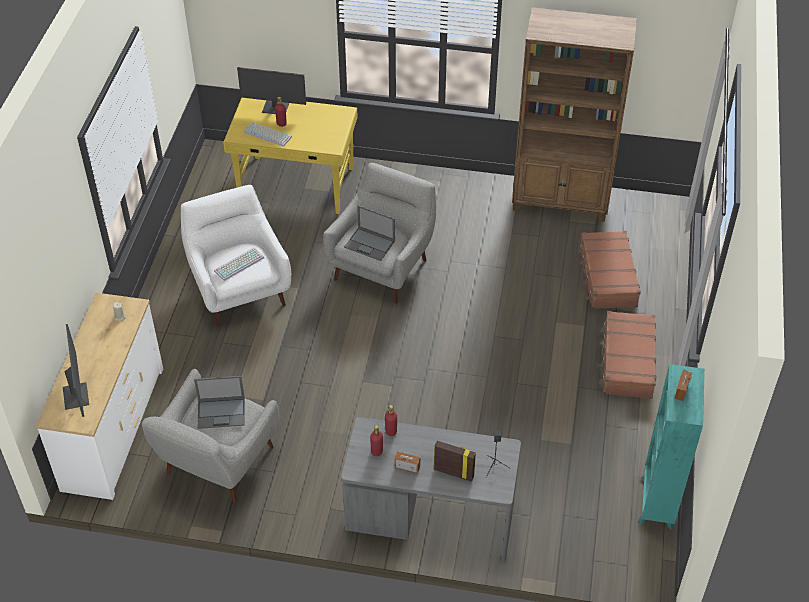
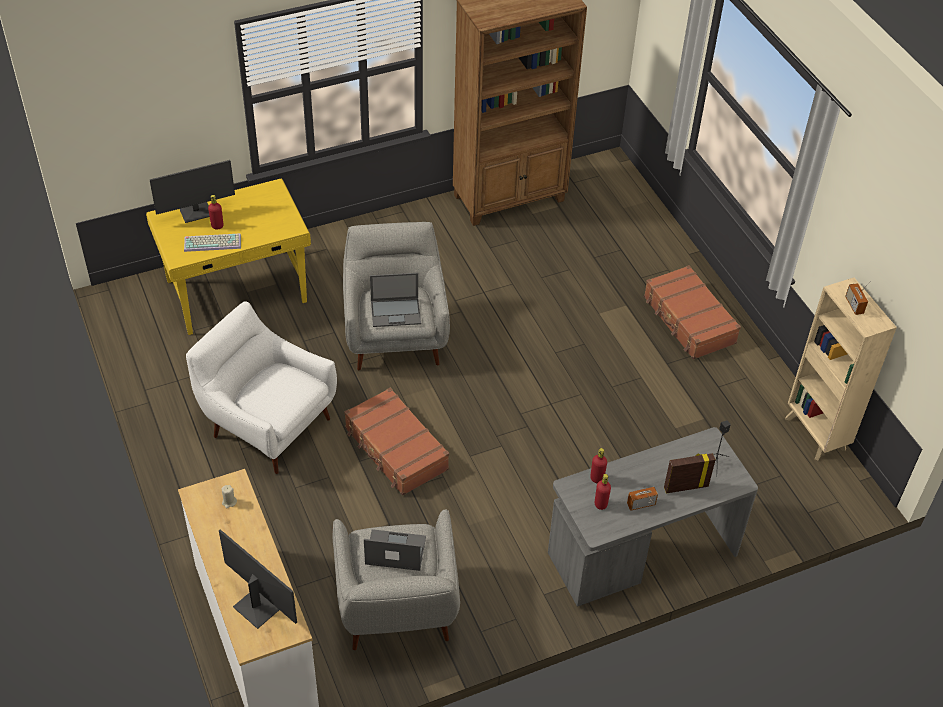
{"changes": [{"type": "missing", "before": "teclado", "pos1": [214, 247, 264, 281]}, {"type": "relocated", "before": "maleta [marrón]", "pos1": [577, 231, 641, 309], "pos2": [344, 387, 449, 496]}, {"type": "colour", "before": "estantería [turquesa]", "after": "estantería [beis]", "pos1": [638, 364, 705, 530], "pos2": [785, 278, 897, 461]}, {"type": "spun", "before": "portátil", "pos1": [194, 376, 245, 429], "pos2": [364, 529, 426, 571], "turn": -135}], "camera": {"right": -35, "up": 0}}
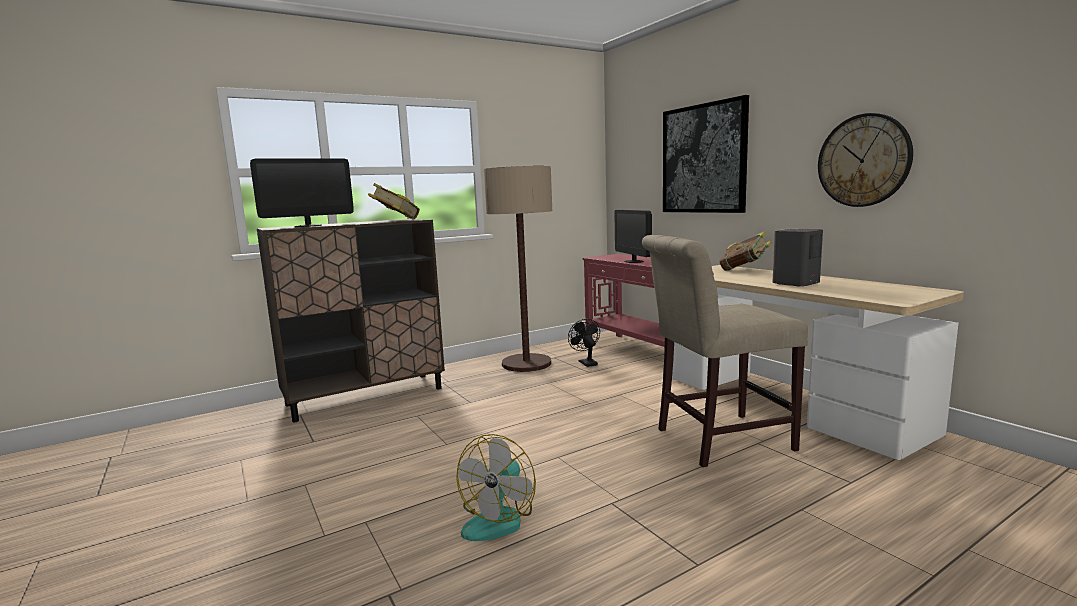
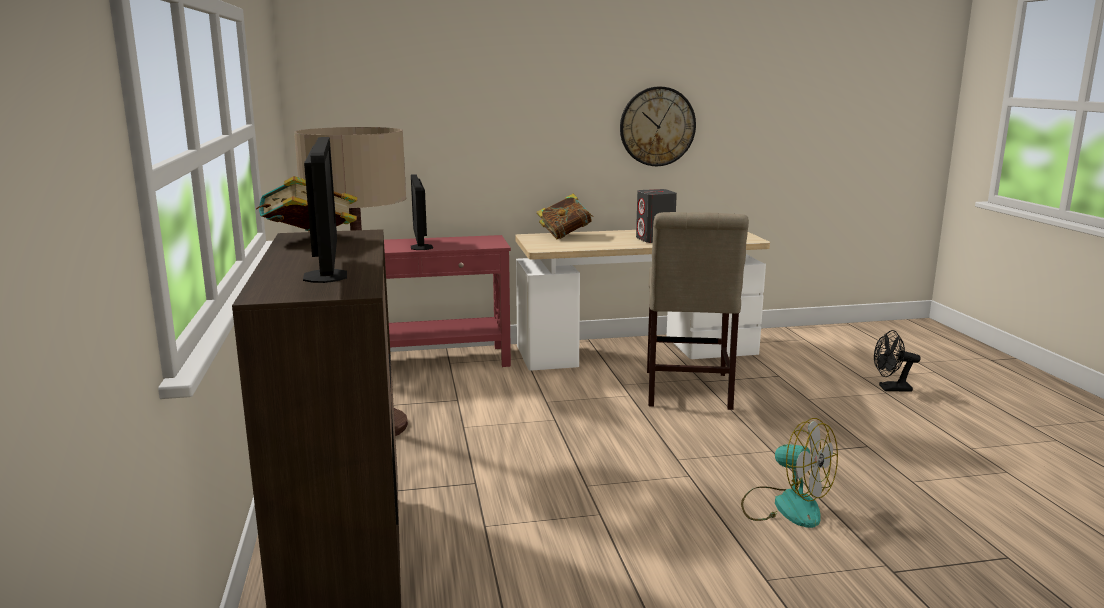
{"changes": [{"type": "missing", "before": "cuadro", "pos1": [663, 95, 749, 213]}, {"type": "relocated", "before": "ventilador [negro]", "pos1": [568, 319, 600, 367], "pos2": [874, 330, 921, 392]}, {"type": "spun", "before": "monitor", "pos1": [614, 210, 652, 263], "pos2": [411, 174, 433, 250], "turn": 75}], "camera": {"right": -70, "up": 5}}
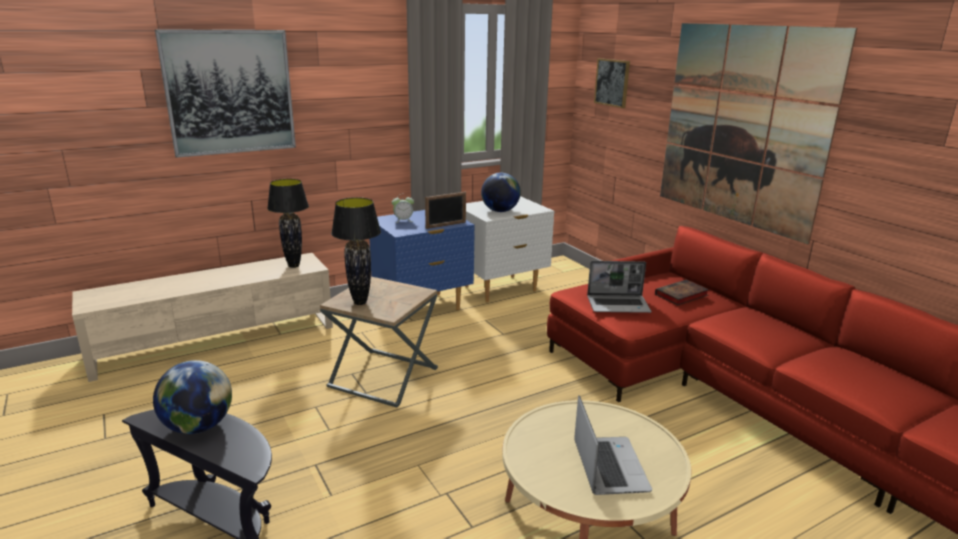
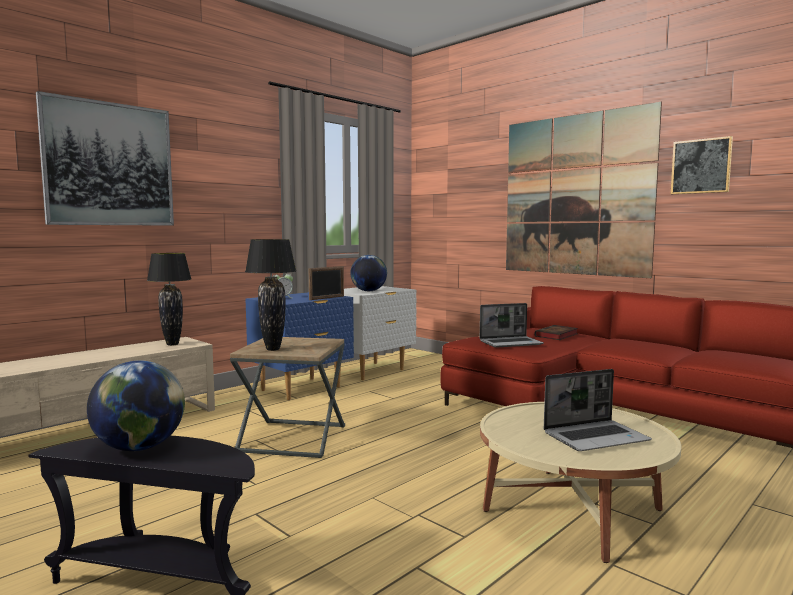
{"changes": [{"type": "relocated", "before": "cuadro", "pos1": [594, 58, 630, 108], "pos2": [671, 136, 733, 194]}, {"type": "spun", "before": "portátil", "pos1": [574, 395, 652, 495], "pos2": [544, 369, 652, 451], "turn": 90}], "camera": {"right": -15, "up": -15}}
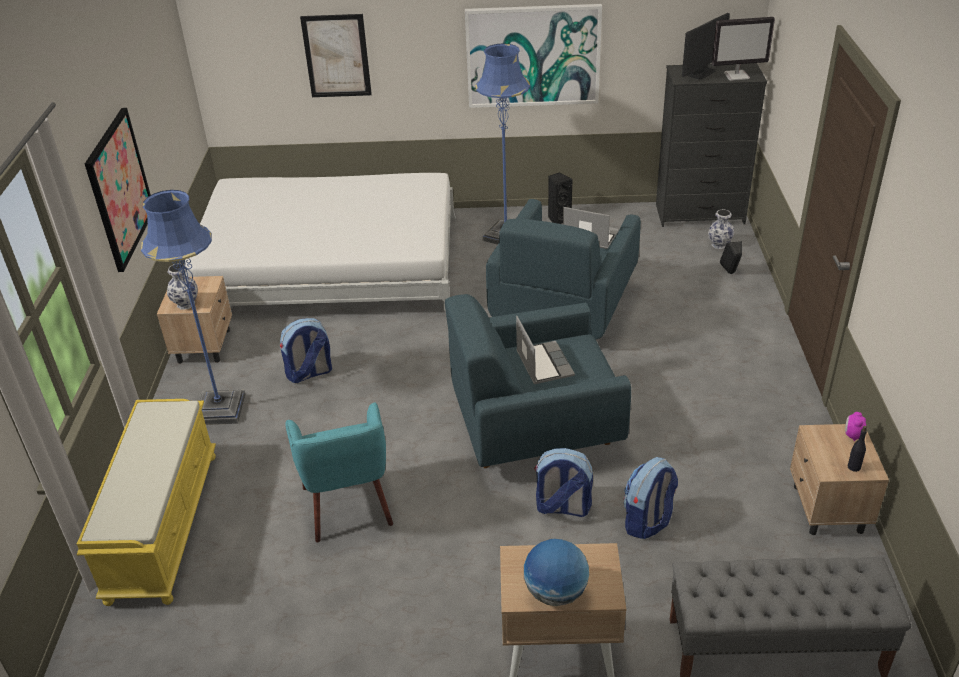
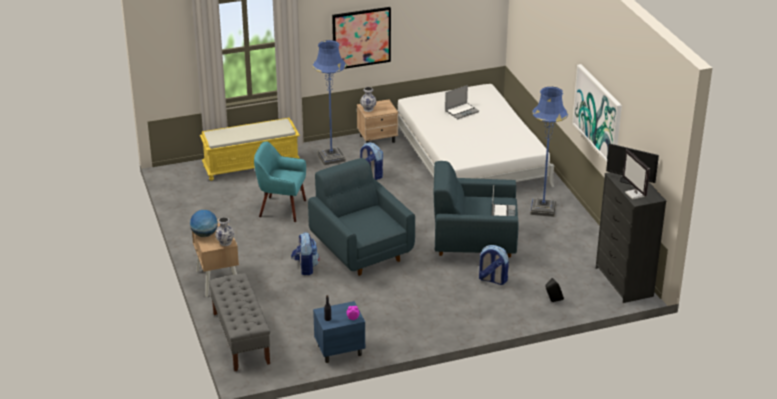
{"changes": [{"type": "missing", "before": "cuadro", "pos1": [300, 14, 372, 97]}, {"type": "missing", "before": "altavoz [negro]", "pos1": [548, 172, 572, 224]}, {"type": "relocated", "before": "portátil", "pos1": [516, 316, 575, 384], "pos2": [445, 85, 479, 119]}, {"type": "relocated", "before": "mochila", "pos1": [624, 457, 678, 539], "pos2": [479, 245, 509, 285]}, {"type": "relocated", "before": "florero", "pos1": [708, 209, 734, 249], "pos2": [215, 217, 234, 246]}, {"type": "colour", "before": "mesita de noche [beis]", "after": "mesita de noche [azul]", "pos1": [790, 424, 889, 535], "pos2": [313, 301, 366, 363]}, {"type": "spun", "before": "sillón [turquesa]", "pos1": [285, 402, 393, 542], "pos2": [254, 141, 306, 222], "turn": 45}], "camera": {"right": 70, "up": -5}}
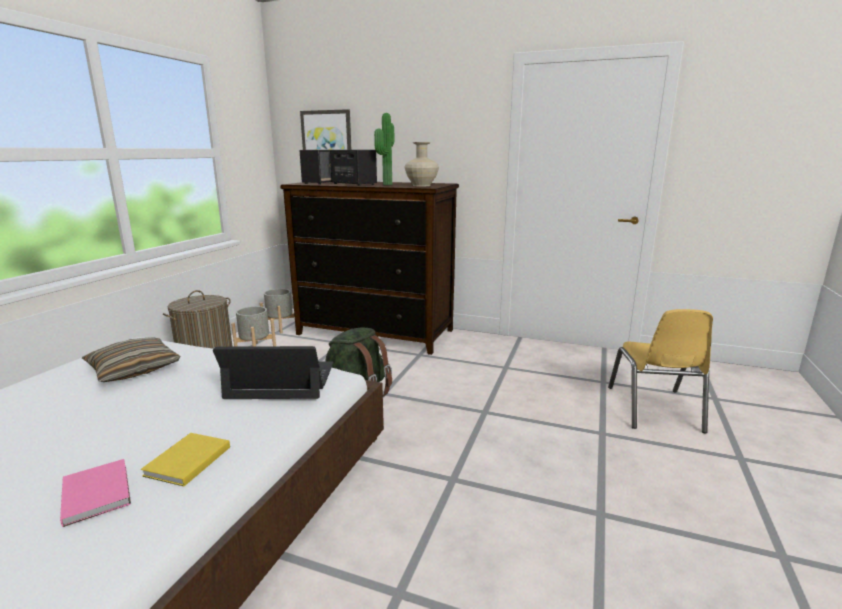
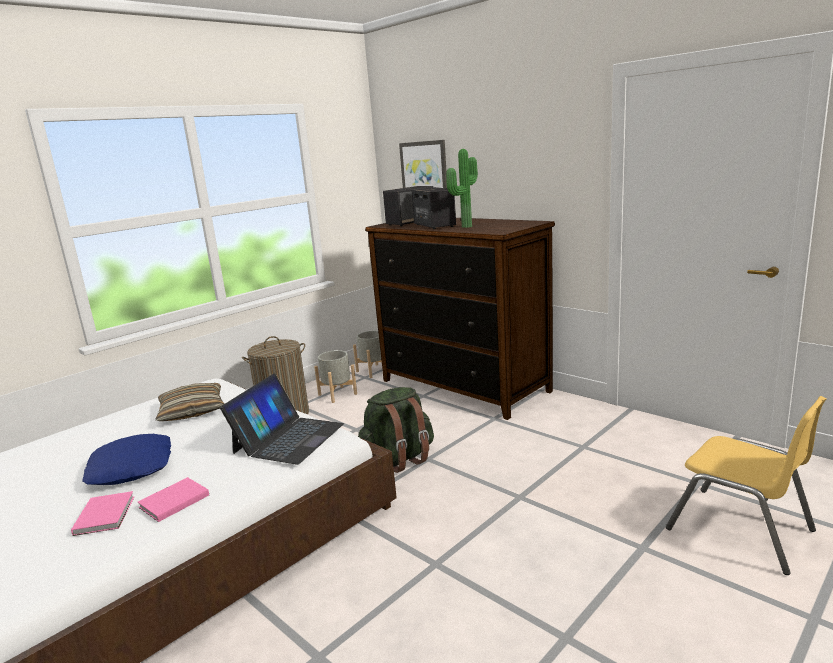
{"changes": [{"type": "missing", "before": "florero [beis]", "pos1": [404, 142, 439, 186]}, {"type": "appeared", "after": "cojín [azul]", "pos2": [82, 434, 171, 485]}, {"type": "colour", "before": "libro [amarillo]", "after": "libro [rosa]", "pos1": [141, 433, 230, 486], "pos2": [138, 477, 209, 522]}, {"type": "spun", "before": "portátil", "pos1": [213, 346, 333, 399], "pos2": [220, 373, 344, 465], "turn": 90}, {"type": "spun", "before": "silla [amarillo]", "pos1": [608, 309, 713, 434], "pos2": [666, 396, 826, 575], "turn": -75}], "camera": {"right": 25, "up": 0}}
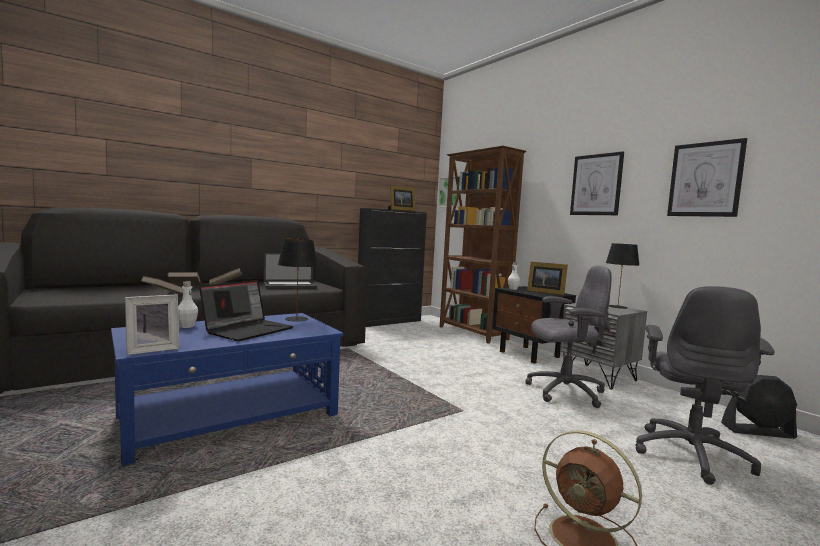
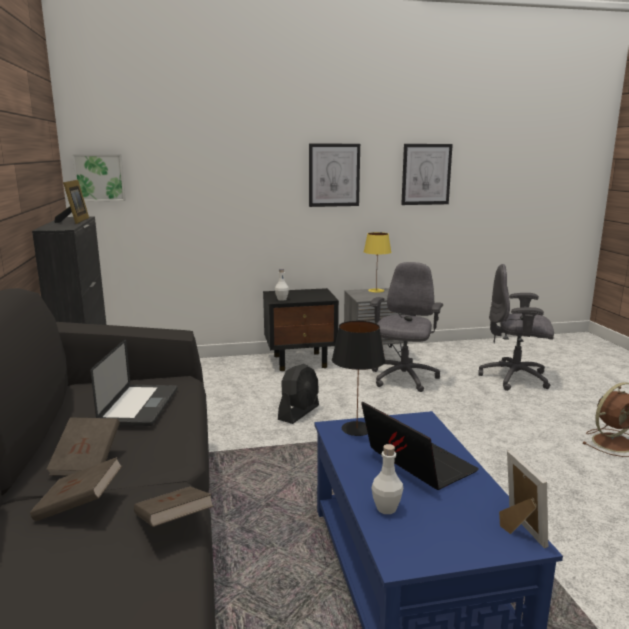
{"changes": [{"type": "missing", "before": "estantería [marrón]", "pos1": [440, 146, 526, 344]}, {"type": "missing", "before": "portarretratos", "pos1": [527, 262, 568, 295]}, {"type": "relocated", "before": "ventilador [negro]", "pos1": [721, 375, 797, 439], "pos2": [278, 364, 319, 424]}, {"type": "colour", "before": "lámpara de mesa [negro]", "after": "lámpara de mesa [amarillo]", "pos1": [606, 243, 639, 309], "pos2": [363, 232, 391, 293]}, {"type": "spun", "before": "silla de oficina [gris]", "pos1": [635, 286, 775, 485], "pos2": [478, 264, 554, 391], "turn": 150}], "camera": {"right": -65, "up": 10}}
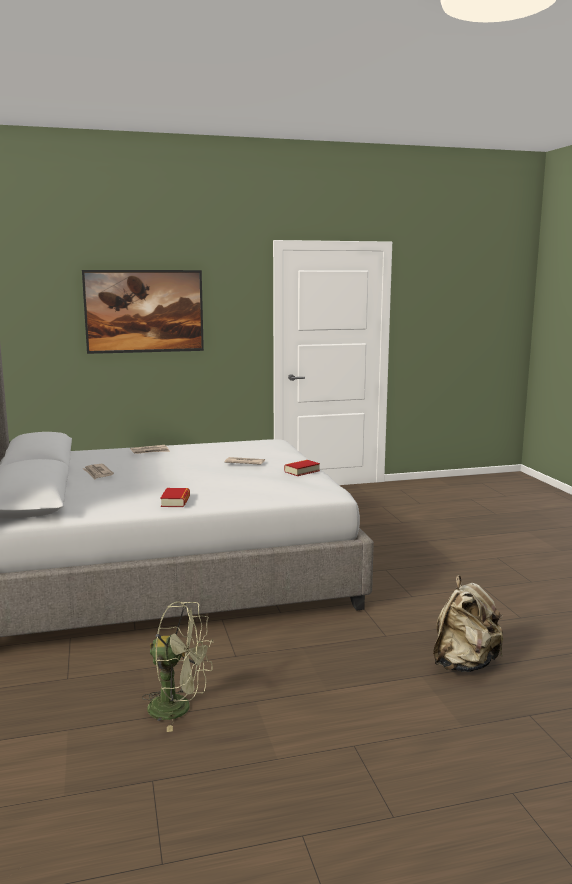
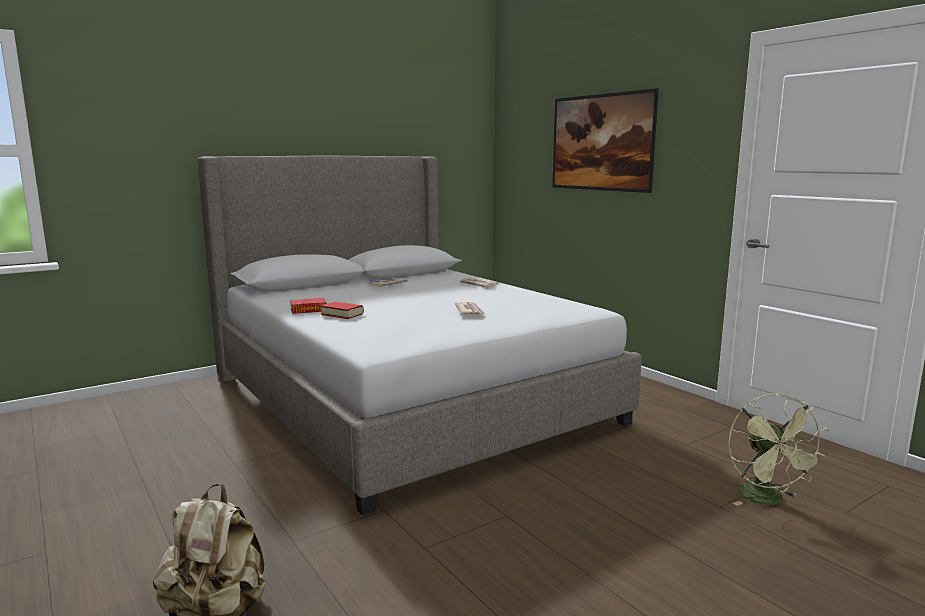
{"changes": [{"type": "relocated", "before": "ventilador [verde]", "pos1": [142, 602, 213, 732], "pos2": [728, 393, 828, 506]}, {"type": "relocated", "before": "libro", "pos1": [284, 460, 320, 476], "pos2": [321, 301, 364, 319]}], "camera": {"right": 70, "up": 0}}
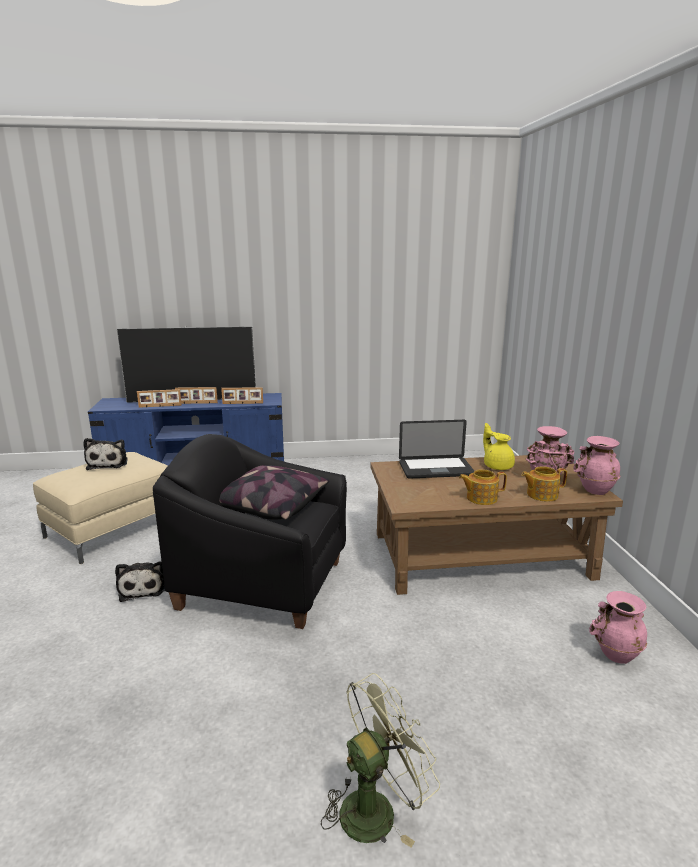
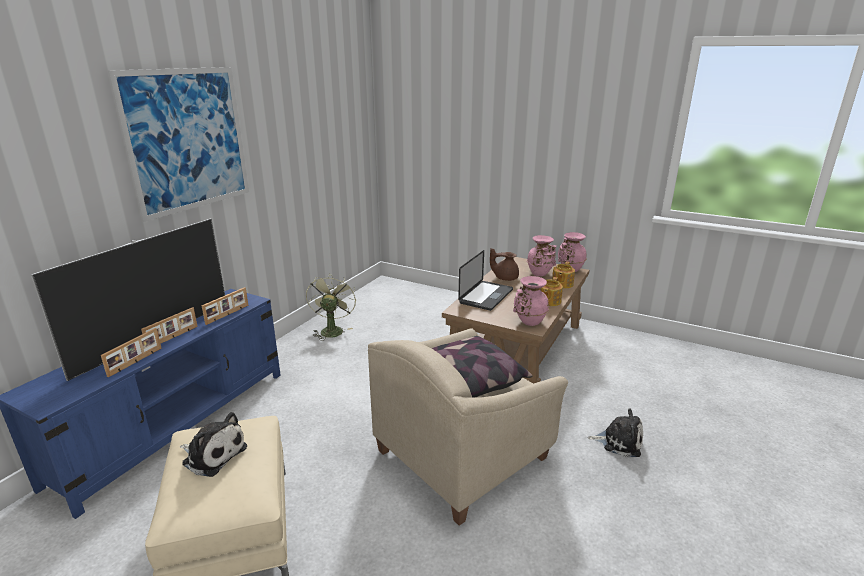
{"changes": [{"type": "appeared", "after": "cuadro", "pos2": [107, 67, 249, 222]}, {"type": "relocated", "before": "peluche", "pos1": [115, 561, 165, 602], "pos2": [588, 408, 643, 457]}, {"type": "relocated", "before": "ventilador [verde]", "pos1": [321, 673, 440, 848], "pos2": [306, 273, 356, 341]}, {"type": "relocated", "before": "florero [rosa]", "pos1": [589, 591, 647, 664], "pos2": [513, 276, 549, 326]}, {"type": "colour", "before": "sillón [negro]", "after": "sillón [beis]", "pos1": [153, 434, 347, 629], "pos2": [368, 329, 568, 526]}, {"type": "colour", "before": "tetera [amarillo]", "after": "tetera [marrón]", "pos1": [483, 423, 515, 470], "pos2": [490, 248, 519, 281]}], "camera": {"right": -55, "up": 5}}
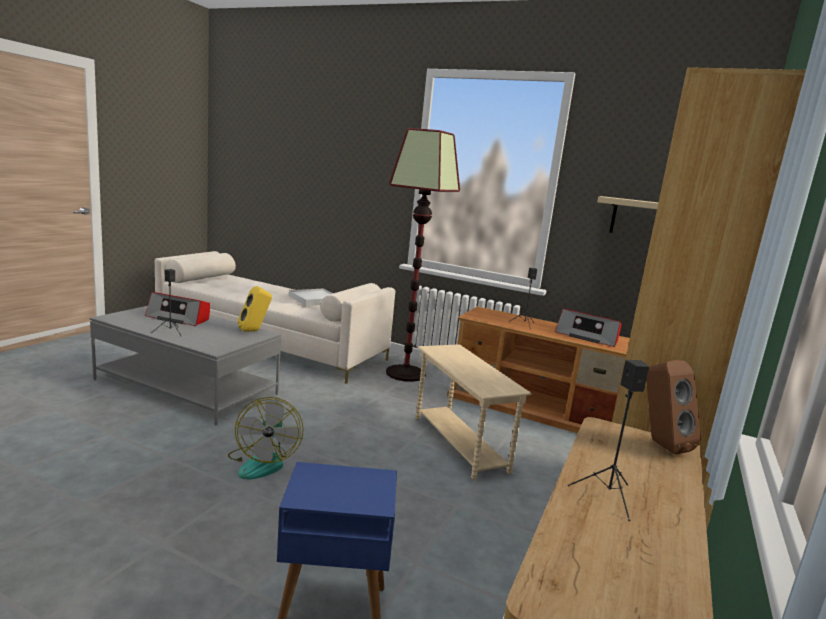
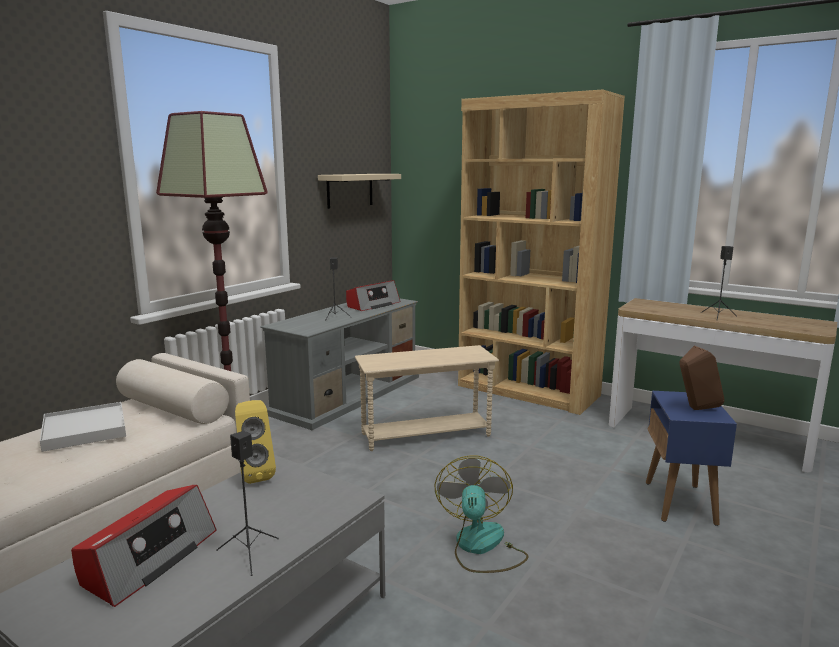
{"changes": [{"type": "relocated", "before": "altavoz [marrón]", "pos1": [646, 360, 701, 455], "pos2": [679, 346, 725, 410]}, {"type": "colour", "before": "mueble de televisión [marrón]", "after": "mueble de televisión [gris]", "pos1": [447, 306, 630, 433], "pos2": [260, 299, 419, 430]}, {"type": "spun", "before": "ventilador", "pos1": [228, 397, 304, 479], "pos2": [435, 456, 529, 573], "turn": -90}], "camera": {"right": -80, "up": 0}}
